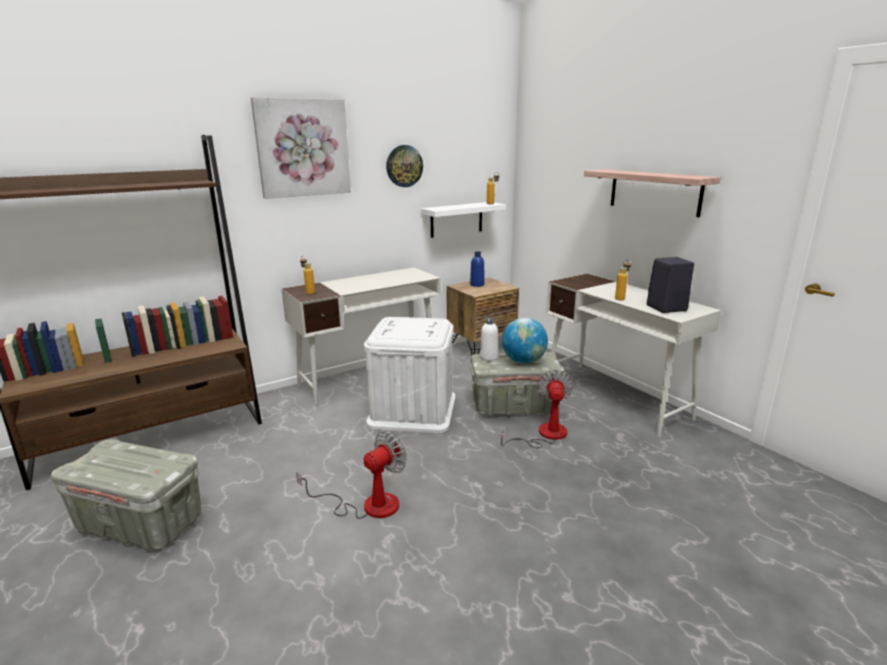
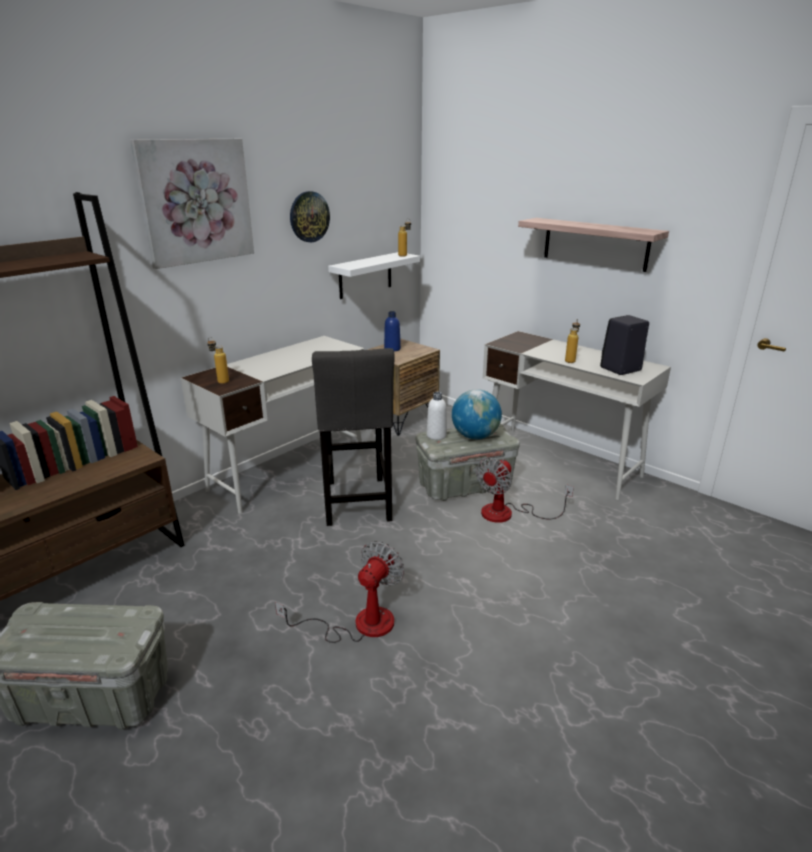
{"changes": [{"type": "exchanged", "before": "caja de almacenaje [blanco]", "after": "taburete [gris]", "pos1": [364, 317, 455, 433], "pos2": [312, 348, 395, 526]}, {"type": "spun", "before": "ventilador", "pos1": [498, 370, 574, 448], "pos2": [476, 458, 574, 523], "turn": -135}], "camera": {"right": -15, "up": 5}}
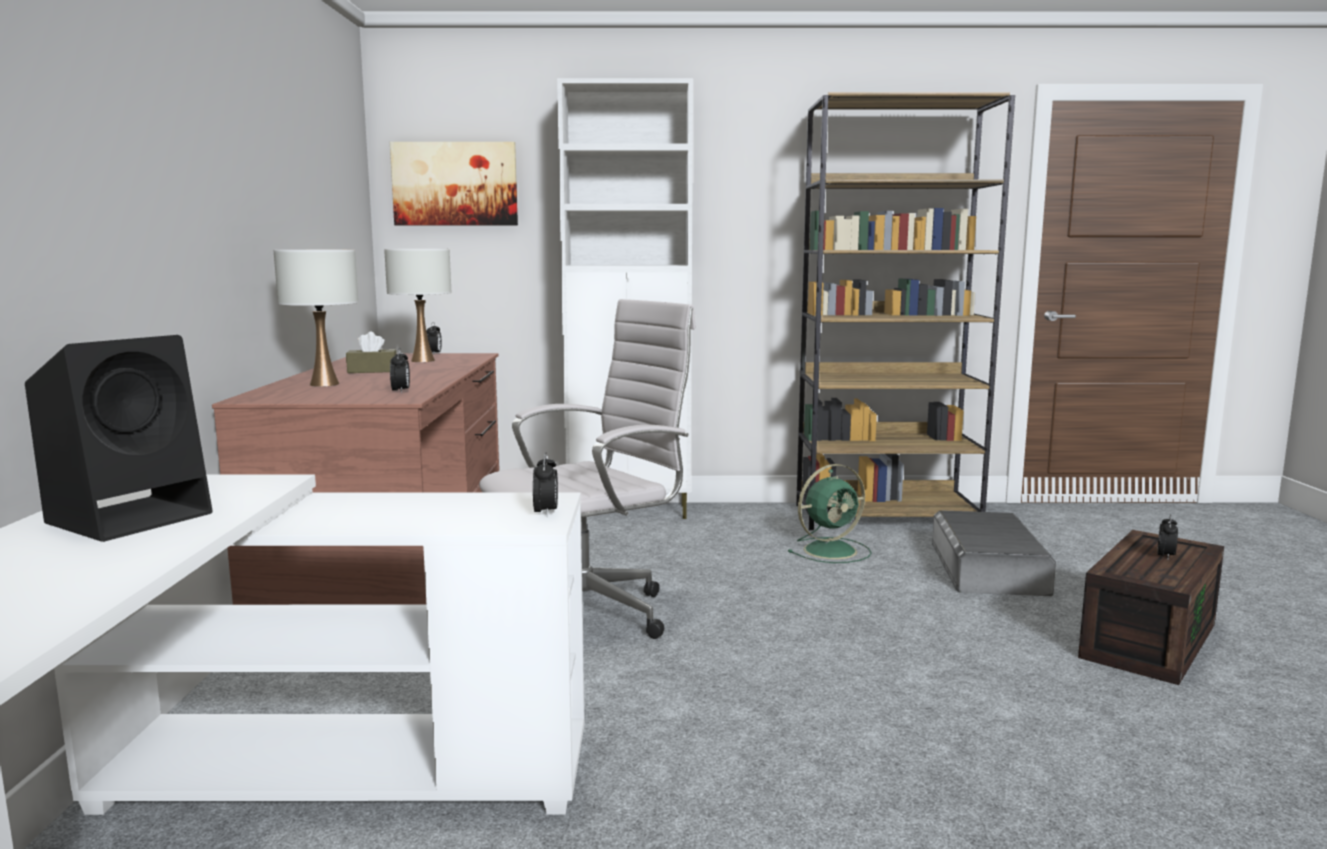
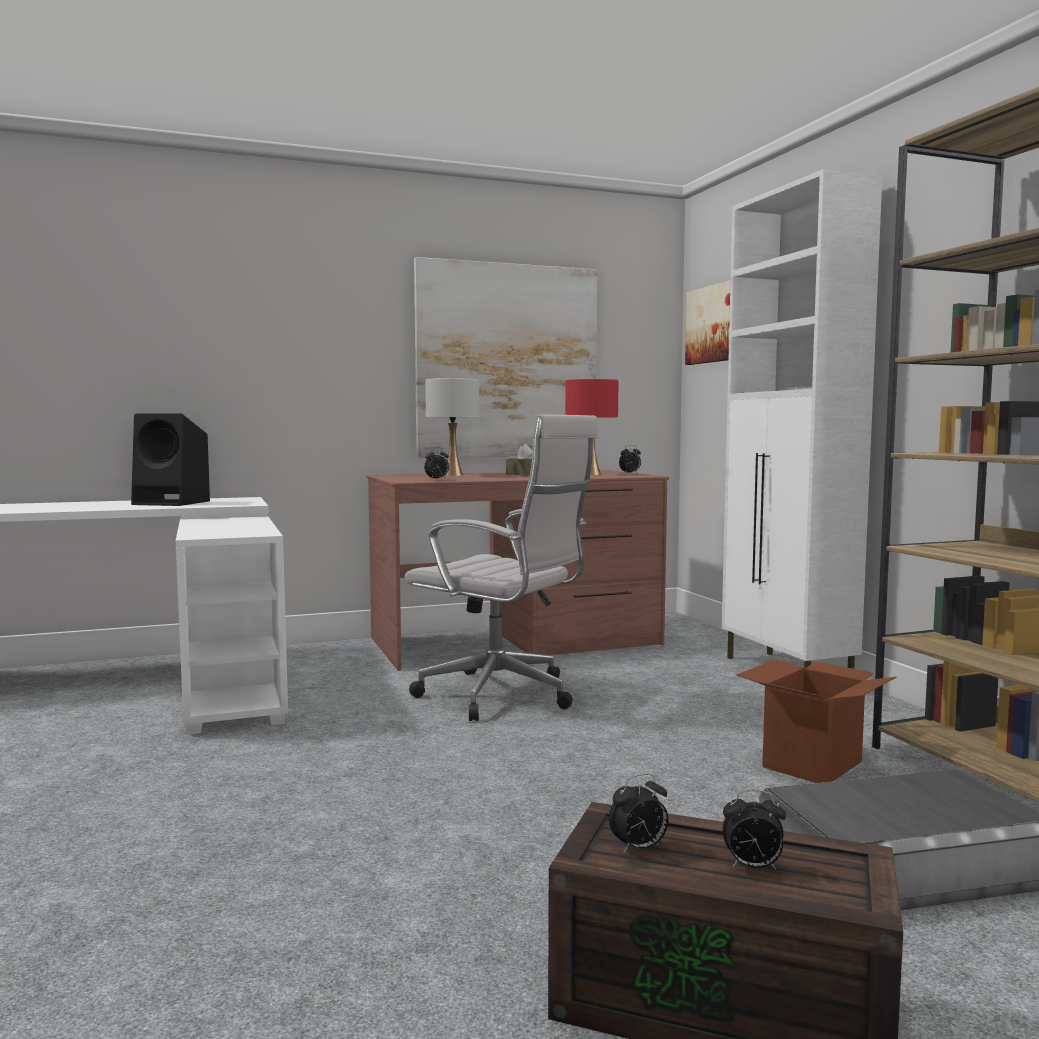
{"changes": [{"type": "appeared", "after": "cuadro", "pos2": [414, 257, 597, 458]}, {"type": "relocated", "before": "despertador", "pos1": [533, 452, 558, 517], "pos2": [609, 773, 669, 853]}, {"type": "exchanged", "before": "ventilador [verde]", "after": "caja de cartón", "pos1": [787, 464, 872, 563], "pos2": [736, 659, 897, 783]}, {"type": "colour", "before": "lámpara de mesa [blanco]", "after": "lámpara de mesa [rojo]", "pos1": [384, 249, 451, 362], "pos2": [565, 379, 618, 475]}], "camera": {"right": 70, "up": -5}}
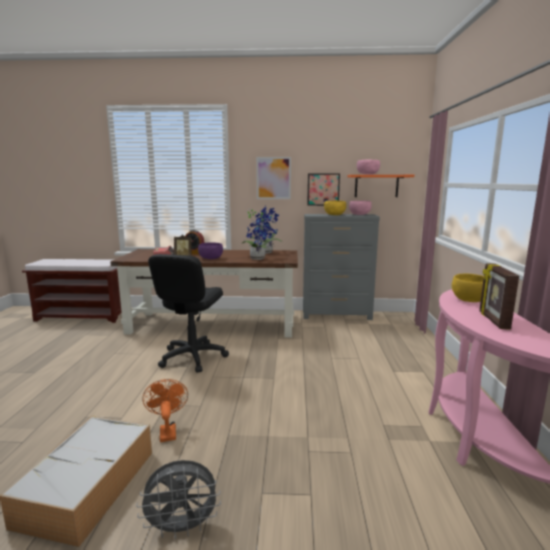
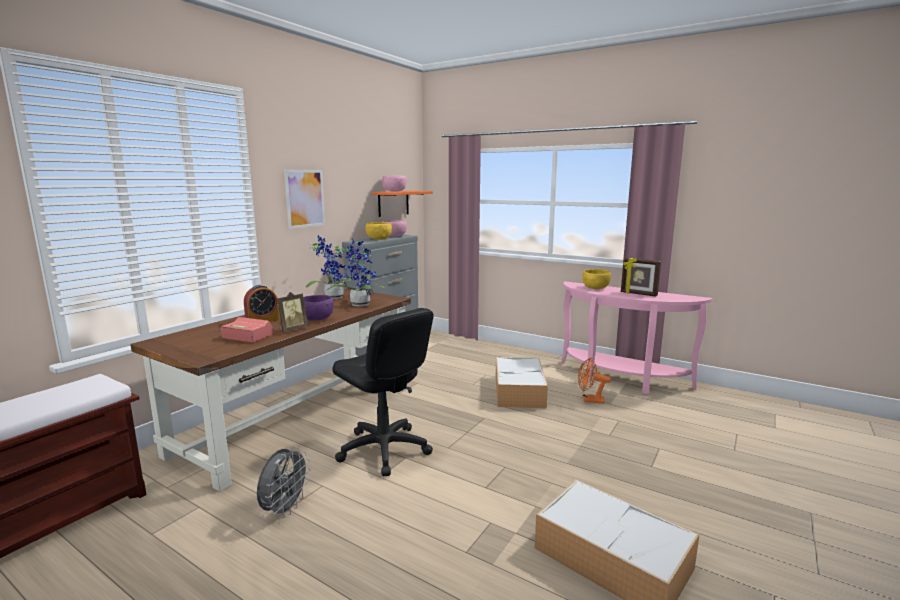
{"changes": [{"type": "missing", "before": "cuadro", "pos1": [307, 174, 340, 206]}, {"type": "appeared", "after": "caja de almacenaje", "pos2": [496, 357, 548, 408]}, {"type": "relocated", "before": "ventilador [gris]", "pos1": [136, 460, 221, 539], "pos2": [257, 447, 311, 518]}, {"type": "relocated", "before": "ventilador [naranja]", "pos1": [142, 379, 188, 442], "pos2": [578, 358, 611, 404]}], "camera": {"right": -60, "up": 0}}
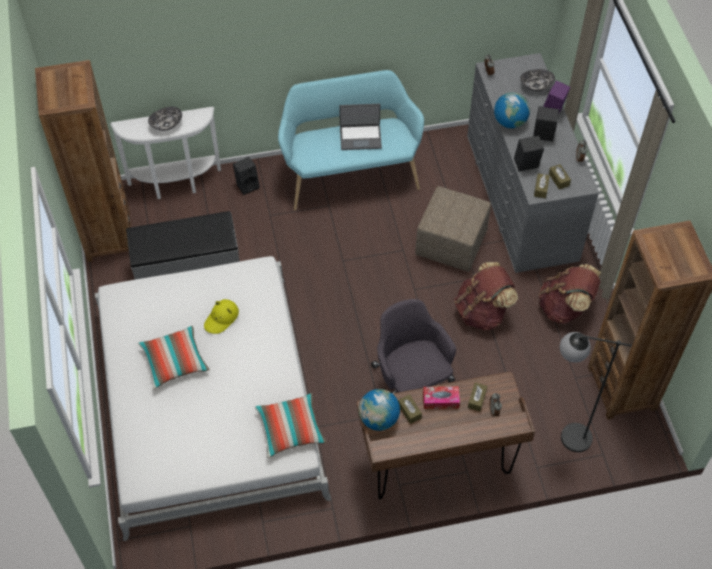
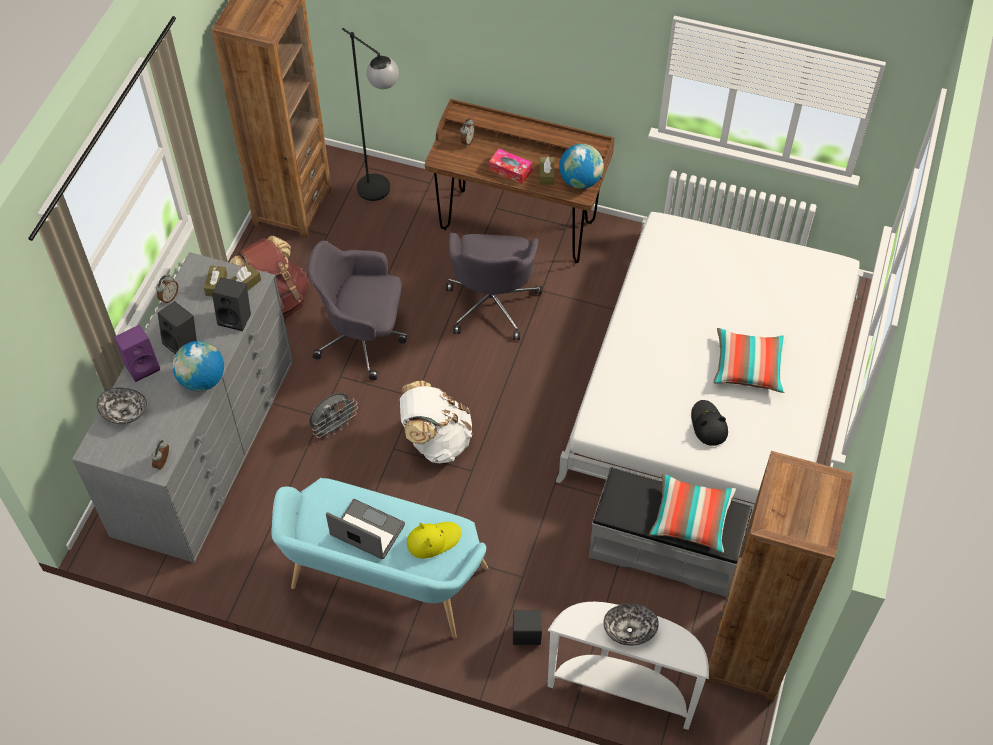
{"changes": [{"type": "missing", "before": "caja de pañuelos [marrón]", "pos1": [468, 382, 487, 411]}, {"type": "appeared", "after": "mochila [blanco]", "pos2": [400, 380, 472, 463]}, {"type": "appeared", "after": "sombrero [negro]", "pos2": [691, 400, 728, 446]}, {"type": "relocated", "before": "sombrero [amarillo]", "pos1": [204, 299, 239, 334], "pos2": [407, 522, 461, 559]}, {"type": "relocated", "before": "cojín", "pos1": [255, 393, 327, 458], "pos2": [649, 473, 736, 553]}, {"type": "exchanged", "before": "puf [beis]", "after": "ventilador [gris]", "pos1": [415, 186, 491, 272], "pos2": [309, 393, 358, 438]}, {"type": "exchanged", "before": "mochila [marrón]", "after": "silla de oficina [gris]", "pos1": [454, 262, 518, 331], "pos2": [308, 241, 407, 380]}], "camera": {"right": -150, "up": 0}}
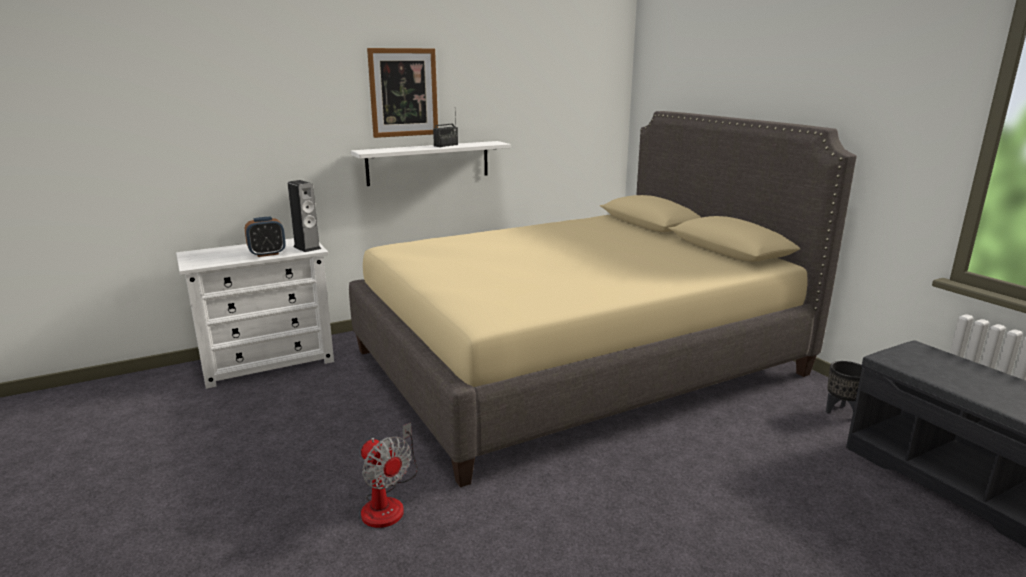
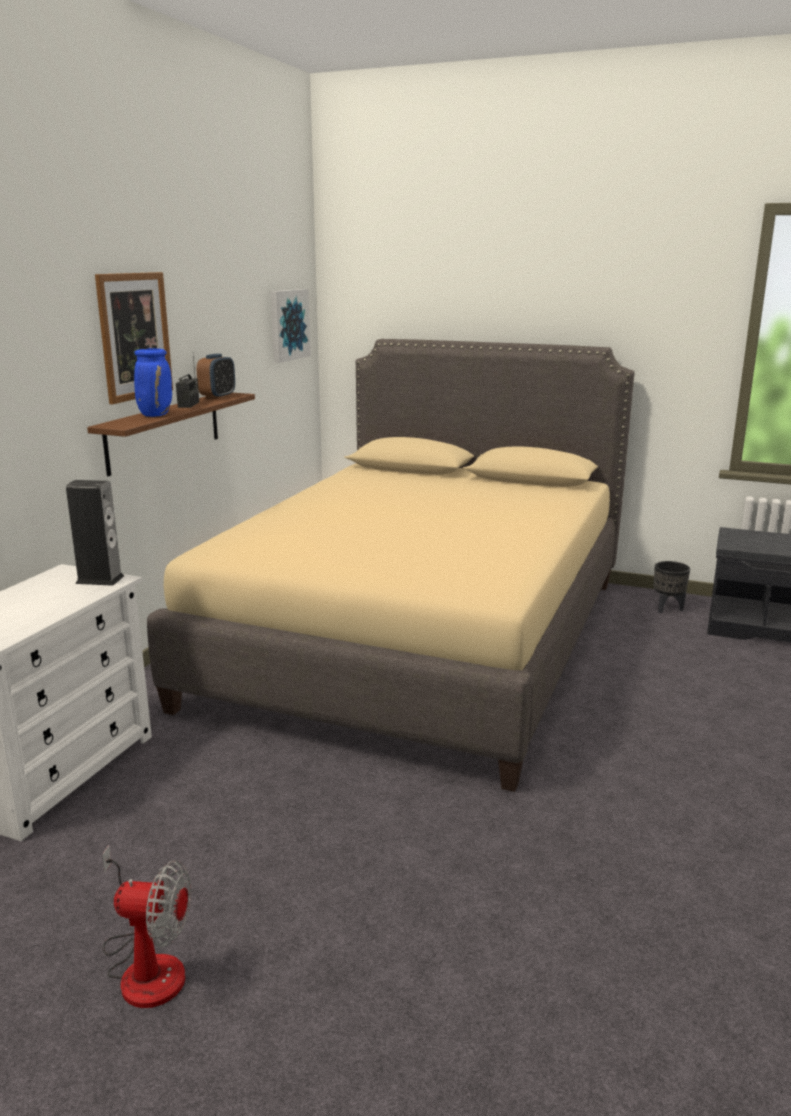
{"changes": [{"type": "appeared", "after": "florero [azul]", "pos2": [134, 348, 172, 417]}, {"type": "appeared", "after": "cuadro", "pos2": [271, 289, 311, 363]}, {"type": "relocated", "before": "despertador", "pos1": [245, 217, 286, 257], "pos2": [197, 354, 235, 399]}, {"type": "relocated", "before": "ventilador", "pos1": [361, 423, 418, 528], "pos2": [102, 845, 191, 1008]}, {"type": "colour", "before": "estante [blanco]", "after": "estante [marrón]", "pos1": [351, 141, 511, 186], "pos2": [87, 393, 255, 476]}], "camera": {"right": -40, "up": 0}}
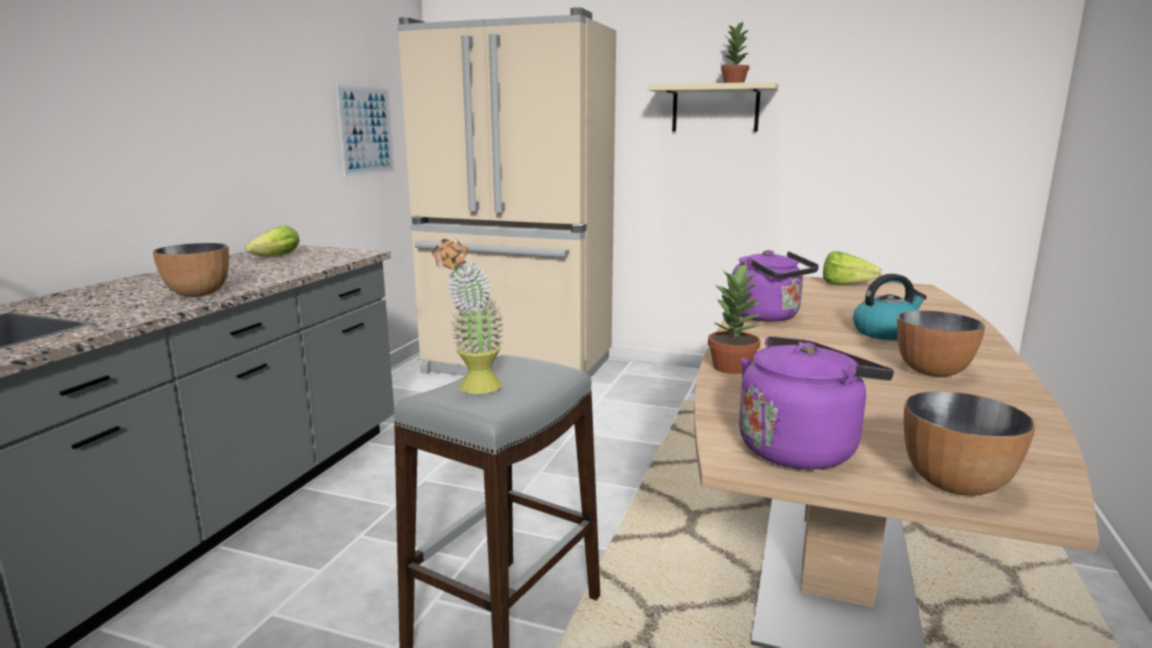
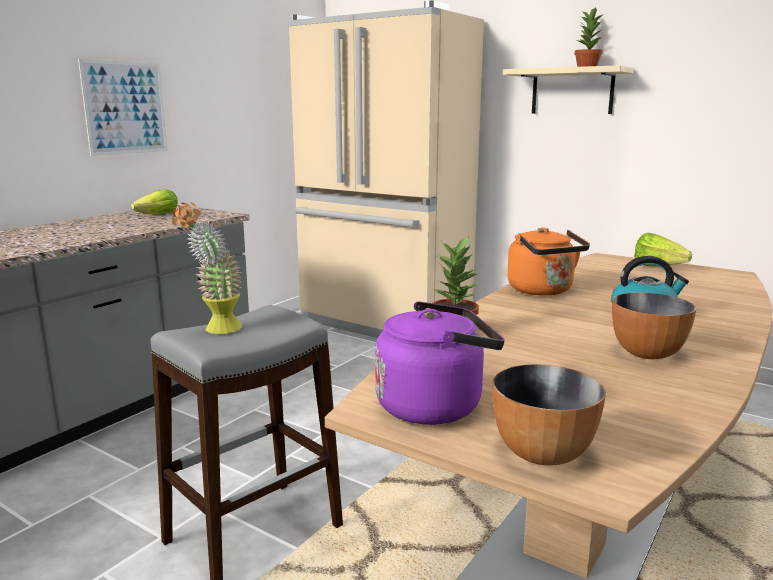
{"changes": [{"type": "missing", "before": "cuenco", "pos1": [153, 243, 229, 297]}, {"type": "relocated", "before": "cuadro", "pos1": [336, 85, 395, 177], "pos2": [78, 59, 167, 156]}, {"type": "colour", "before": "hervidor [morado]", "after": "hervidor [naranja]", "pos1": [732, 250, 819, 322], "pos2": [507, 227, 590, 296]}], "camera": {"right": 15, "up": 0}}
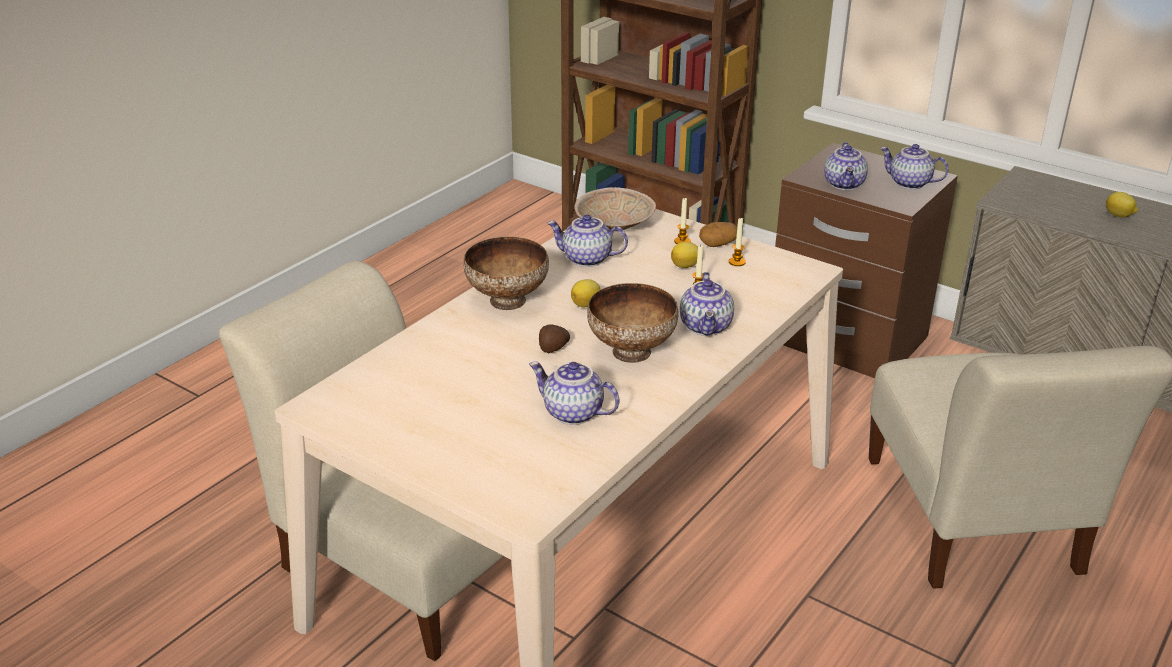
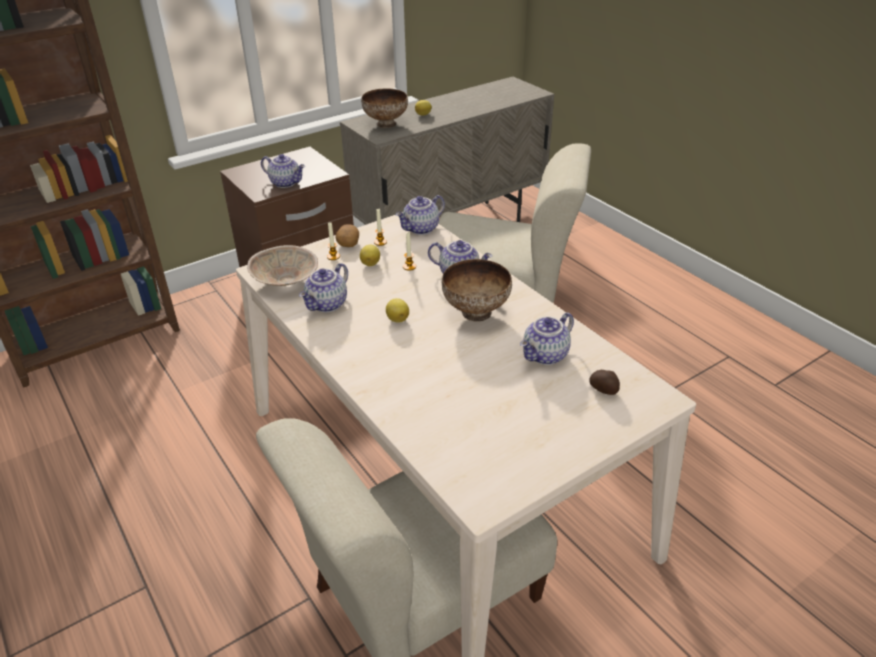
{"changes": [{"type": "relocated", "before": "cuenco", "pos1": [464, 236, 549, 310], "pos2": [361, 88, 408, 128]}, {"type": "relocated", "before": "patata", "pos1": [539, 324, 570, 353], "pos2": [589, 370, 620, 395]}, {"type": "relocated", "before": "tetera", "pos1": [880, 144, 948, 189], "pos2": [395, 195, 445, 235]}], "camera": {"right": -70, "up": 5}}
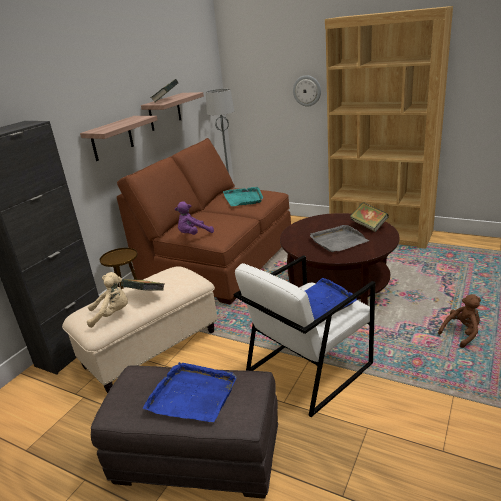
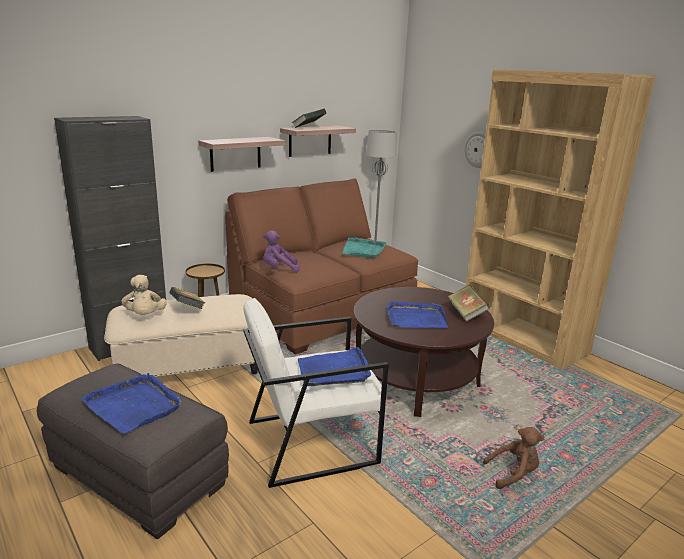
{"changes": [{"type": "colour", "before": "bandeja [gris]", "after": "bandeja [azul]", "pos1": [310, 225, 369, 252], "pos2": [388, 301, 448, 328]}, {"type": "spun", "before": "peluche [beis]", "pos1": [87, 272, 128, 328], "pos2": [121, 275, 167, 315], "turn": 60}], "camera": {"right": 20, "up": -5}}
